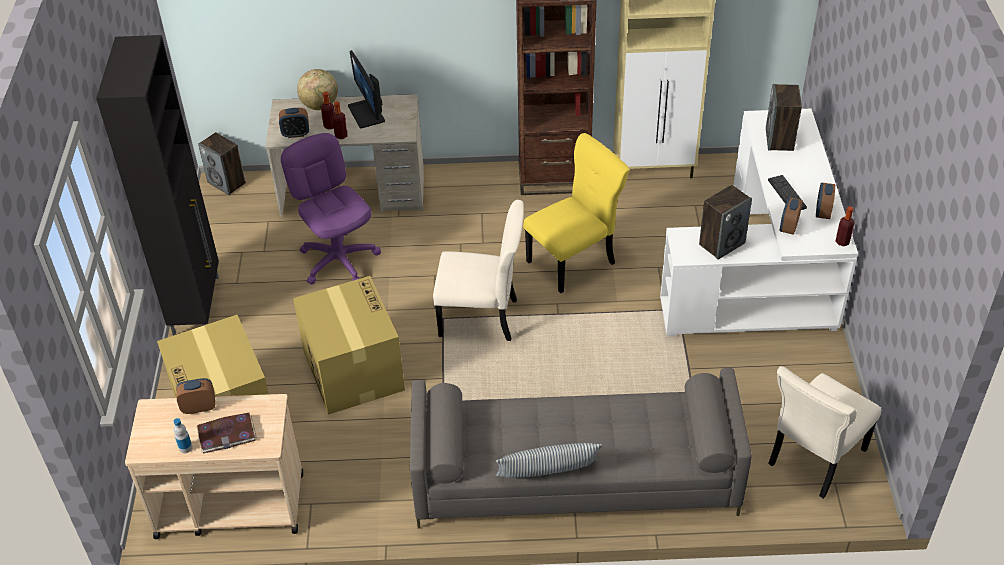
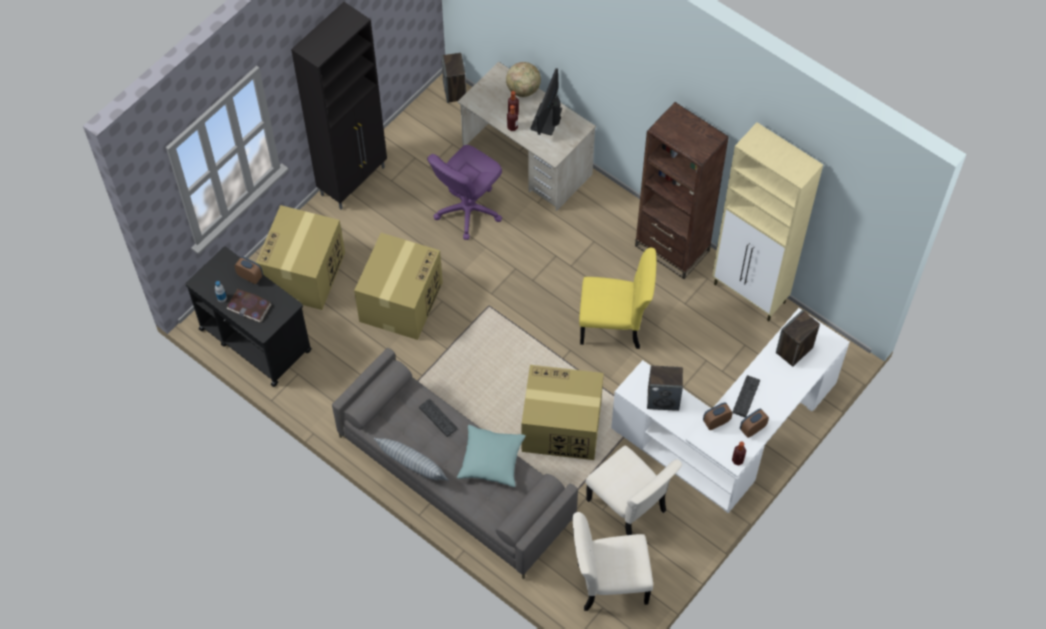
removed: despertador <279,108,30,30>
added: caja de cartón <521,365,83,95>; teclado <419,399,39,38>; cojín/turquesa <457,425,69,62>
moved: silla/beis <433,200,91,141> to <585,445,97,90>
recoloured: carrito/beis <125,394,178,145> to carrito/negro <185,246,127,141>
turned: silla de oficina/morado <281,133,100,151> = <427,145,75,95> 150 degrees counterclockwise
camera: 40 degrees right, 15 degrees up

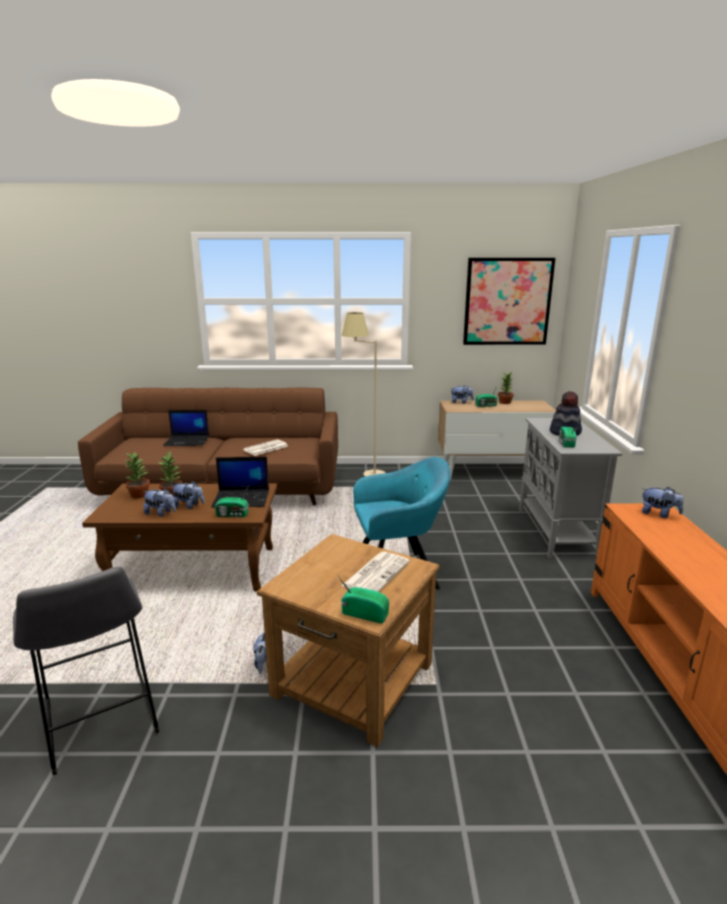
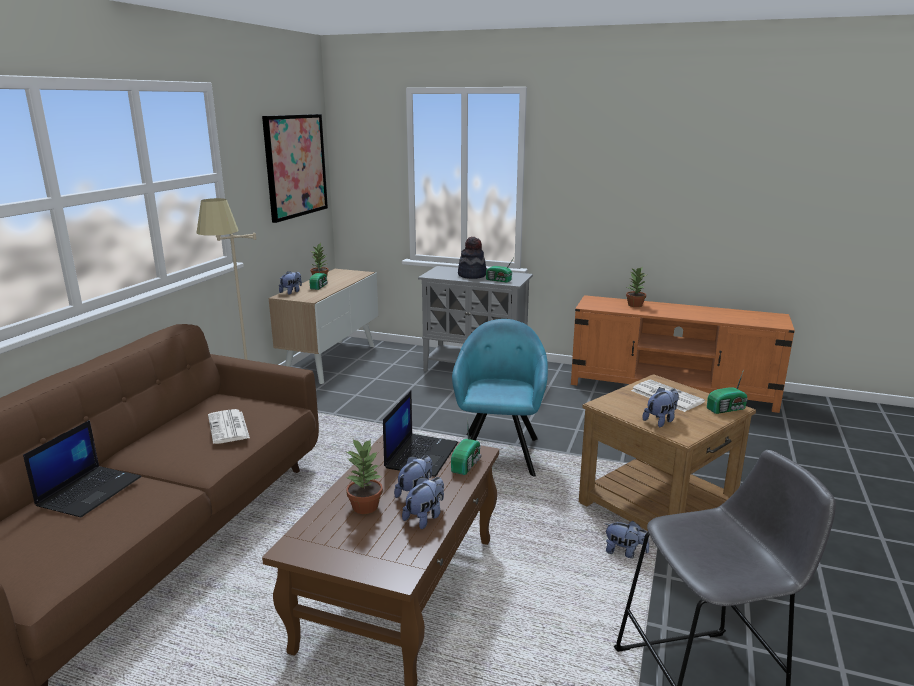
moved: planta en maceta <124,451,26,47> to <626,267,20,40>; peluche <642,487,41,31> to <643,387,36,40>
turned: radio <338,576,51,47> = <707,370,41,44> 150 degrees counterclockwise
camera: 70 degrees left, 0 degrees up

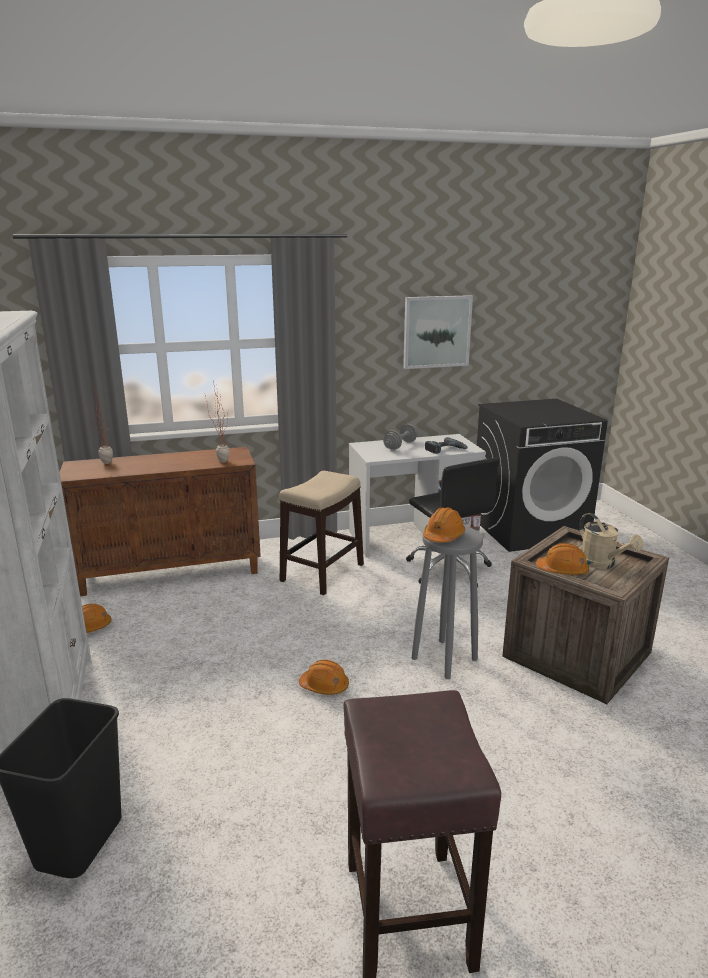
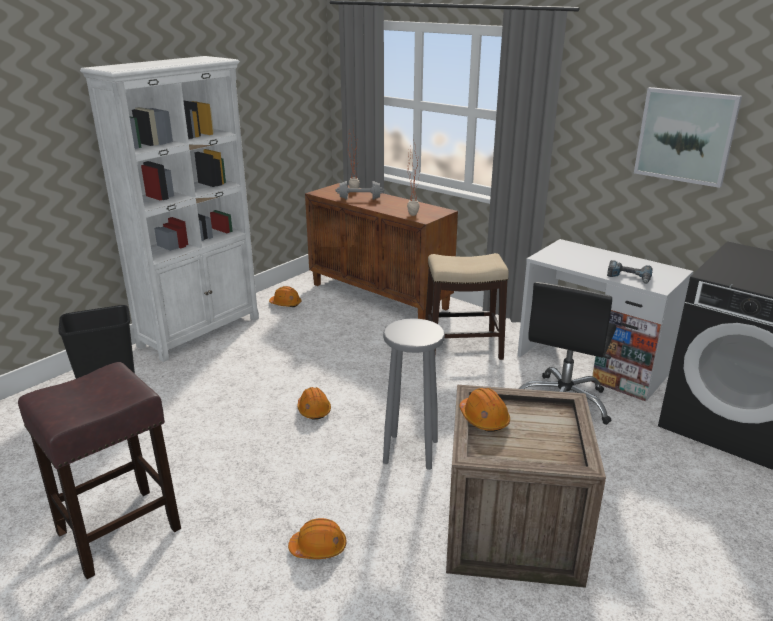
removed: regadera/beis <580,513,63,56>
moved: mancuerna/gris <383,424,35,26> to <335,181,49,19>; casco/naranja <423,507,42,35> to <288,518,58,41>
camera: 55 degrees right, 5 degrees up

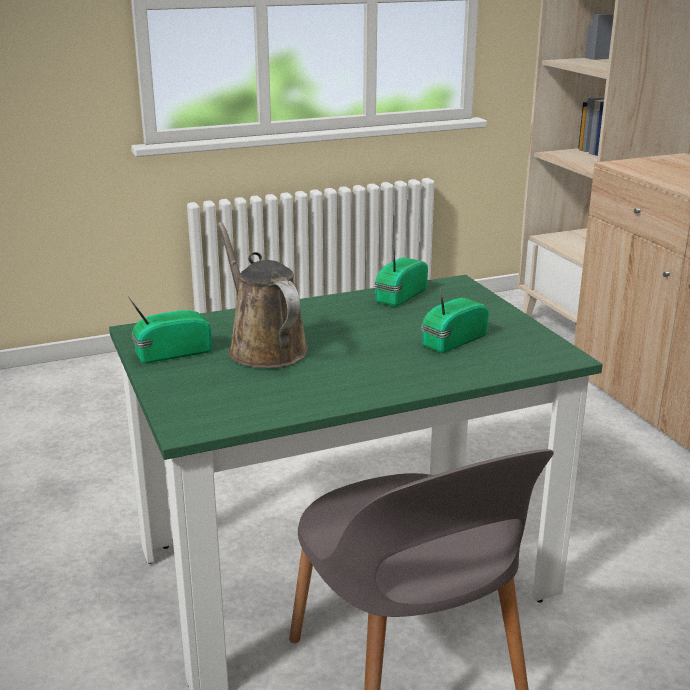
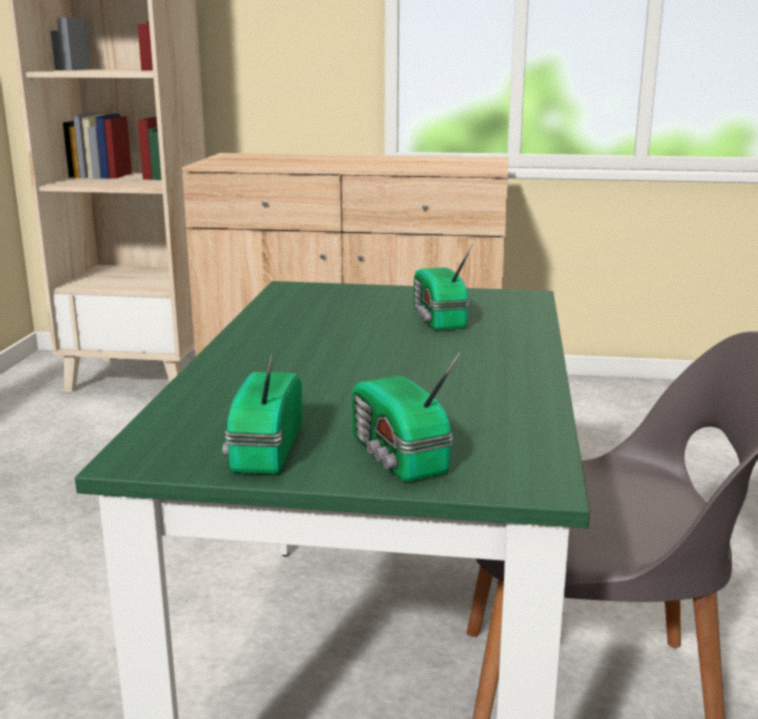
removed: regadera/marrón <218,222,90,146>
moved: radio <374,249,54,58> to <352,352,109,130>
camera: 60 degrees left, 5 degrees down

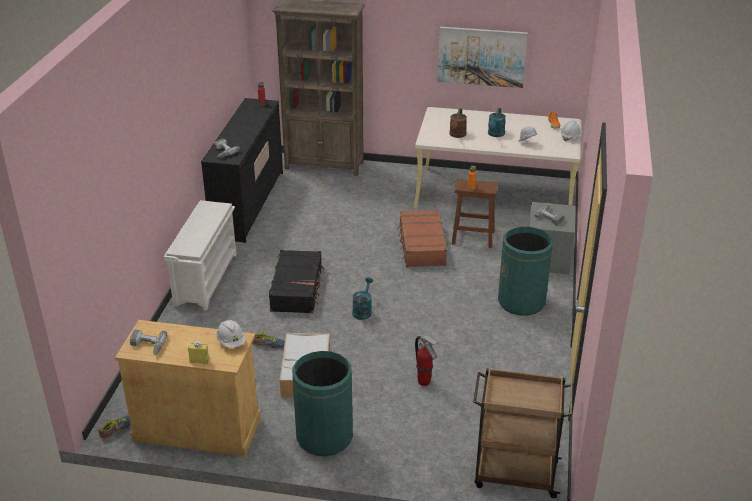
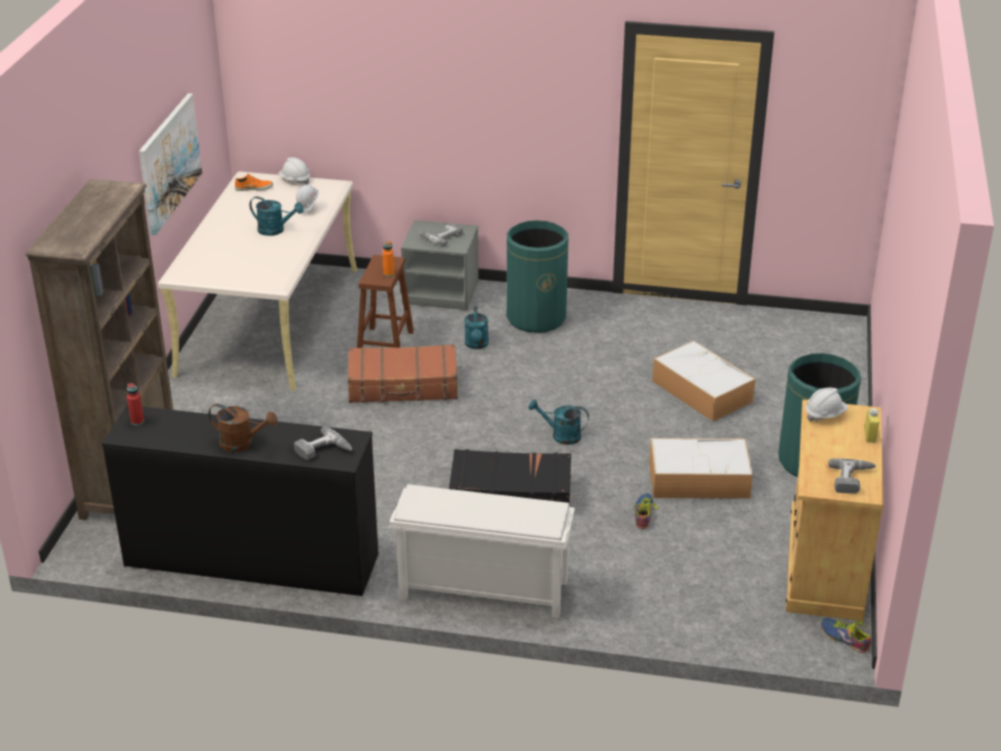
removed: carrito/marrón <473,368,100,130>
added: regadera/turquesa <464,306,25,43>
moved: regadera/marrón <449,109,18,29> to <208,404,70,48>
replaced: extintor <415,336,23,50> to caja de almacenaje <652,341,104,80>
camera: 90 degrees left, 0 degrees up

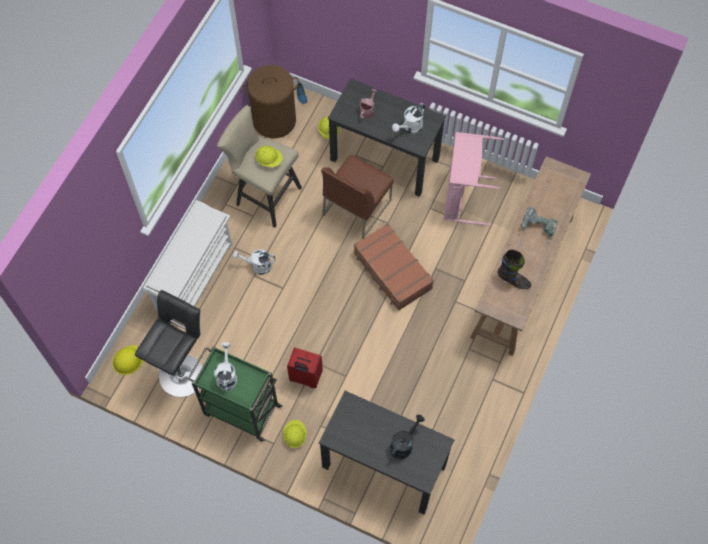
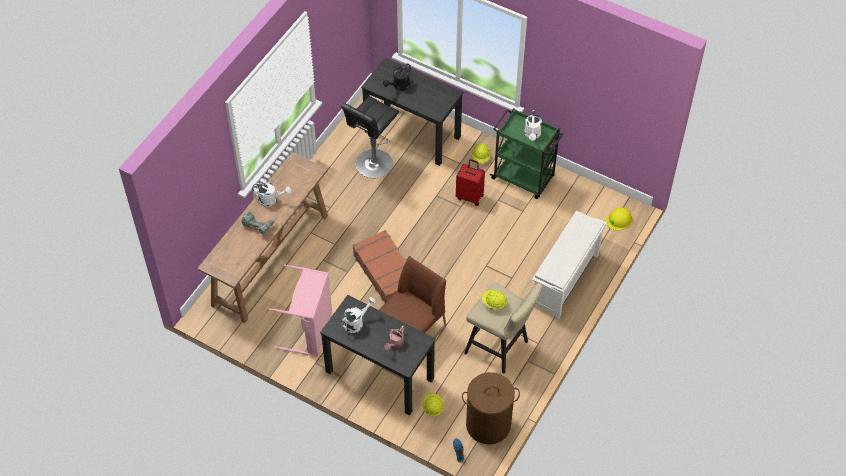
removed: bota/negro <498,249,33,40>
moved: regadera/blanco <233,249,43,26> to <252,182,39,25>; taburete/negro <135,290,68,107> to <341,96,58,82>
camera: 175 degrees left, 10 degrees down

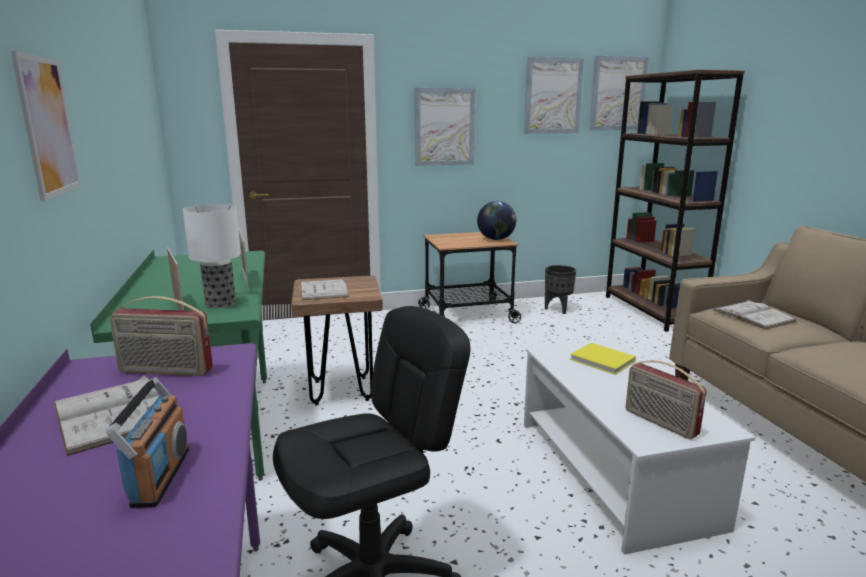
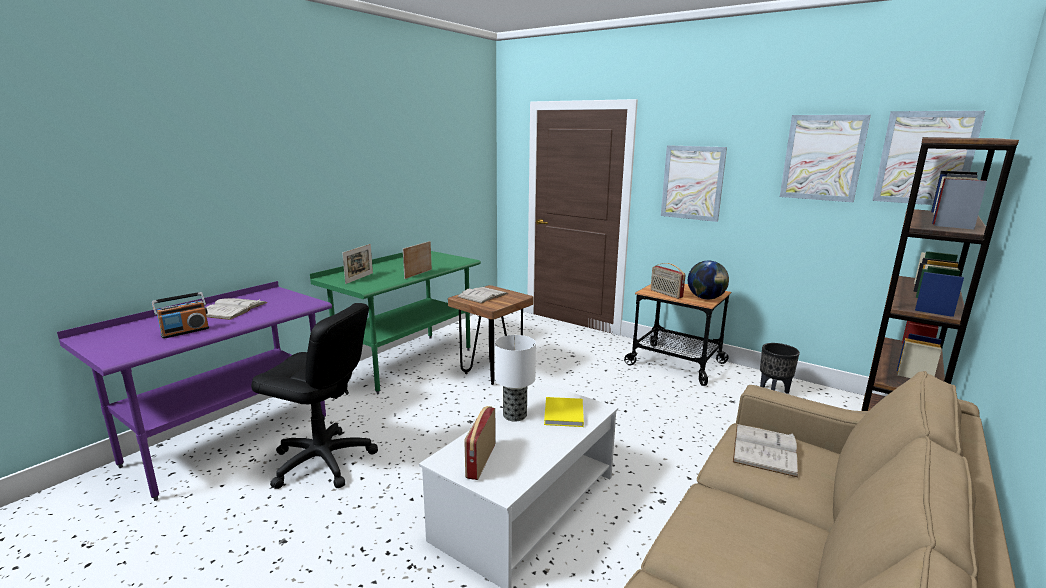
removed: cuadro <11,51,70,150>
moved: lámpara de mesa <183,204,58,104> to <495,335,41,87>; radio <109,296,104,80> to <651,263,34,36>
camera: 50 degrees right, 0 degrees up

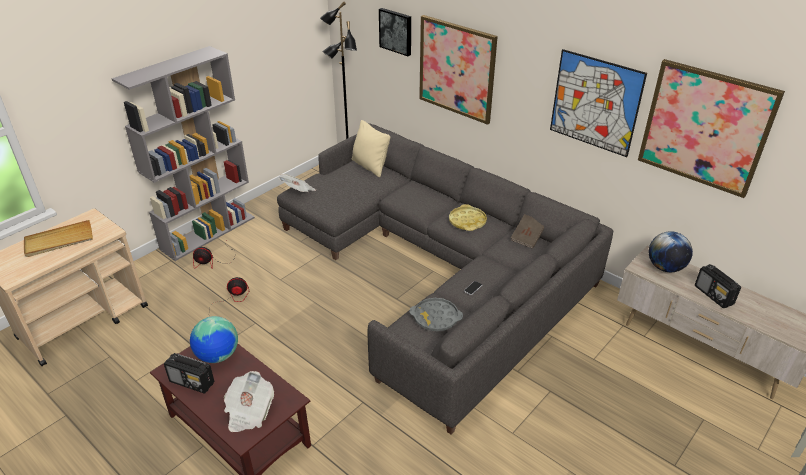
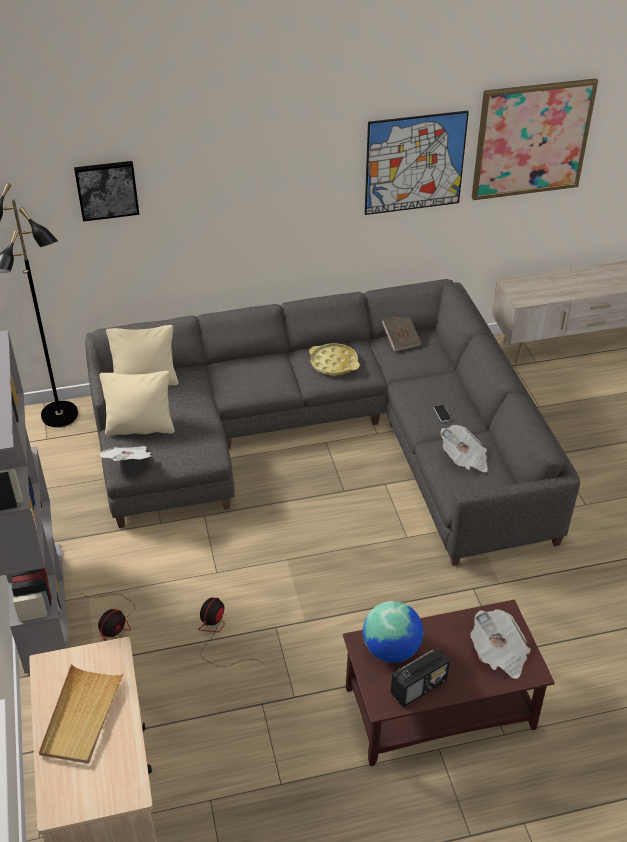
removed: cuadro <419,15,79,110>; globo terráqueo <649,231,44,41>; radio <695,264,46,44>
added: cojín/beis <99,371,76,64>
replaced: bandeja/gris <409,298,54,33> to periódico <440,425,47,47>
camera: 55 degrees left, 5 degrees up

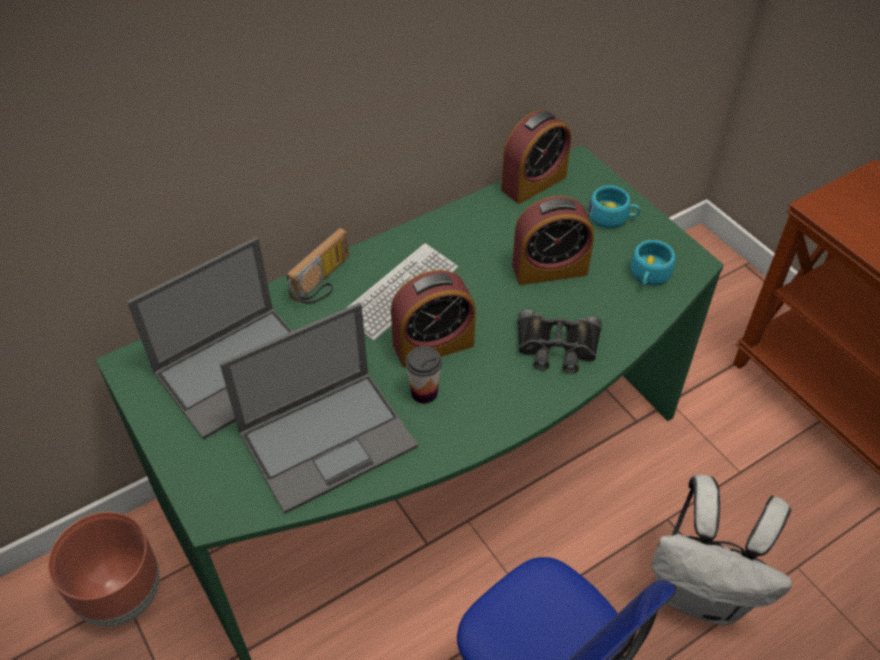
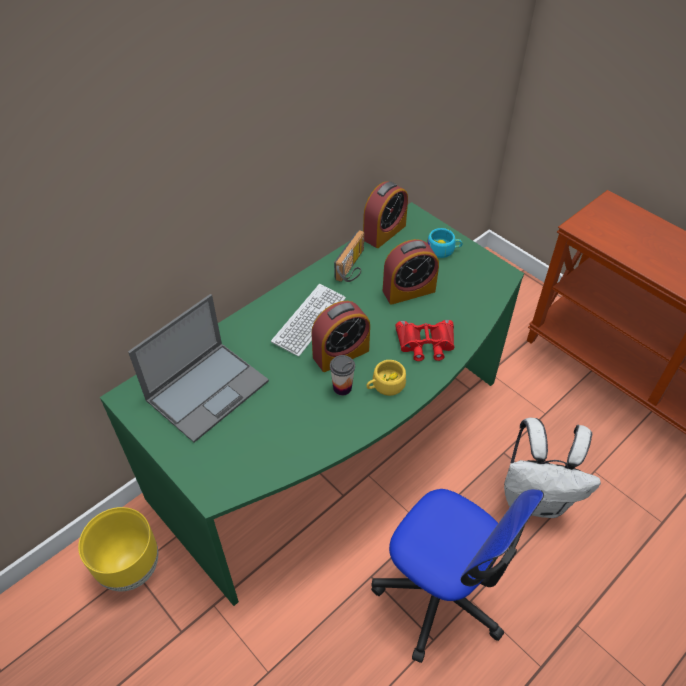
removed: taza/turquesa <630,240,45,47>; portátil <219,302,199,212>
added: taza/amarillo <367,360,39,36>
moved: radio <286,228,63,76> to <334,230,30,52>
recoloured: prismáticos/negro <517,310,85,63> to prismáticos/rojo <395,320,59,41>; maceta/marrón <48,512,111,115> to maceta/amarillo <78,507,80,84>
camera: 10 degrees left, 0 degrees up

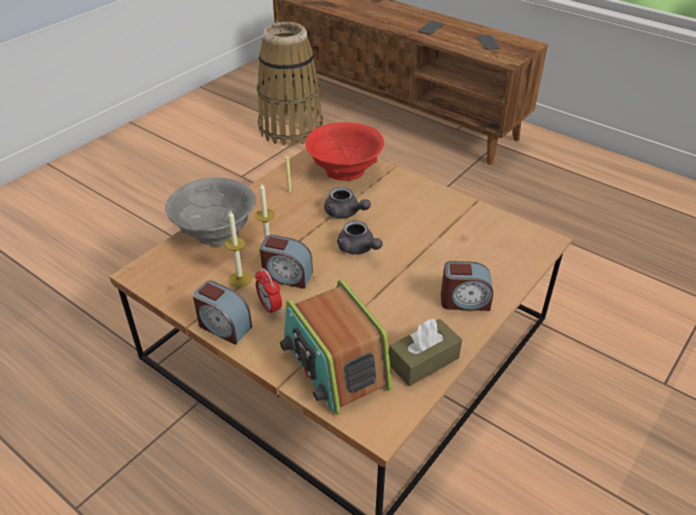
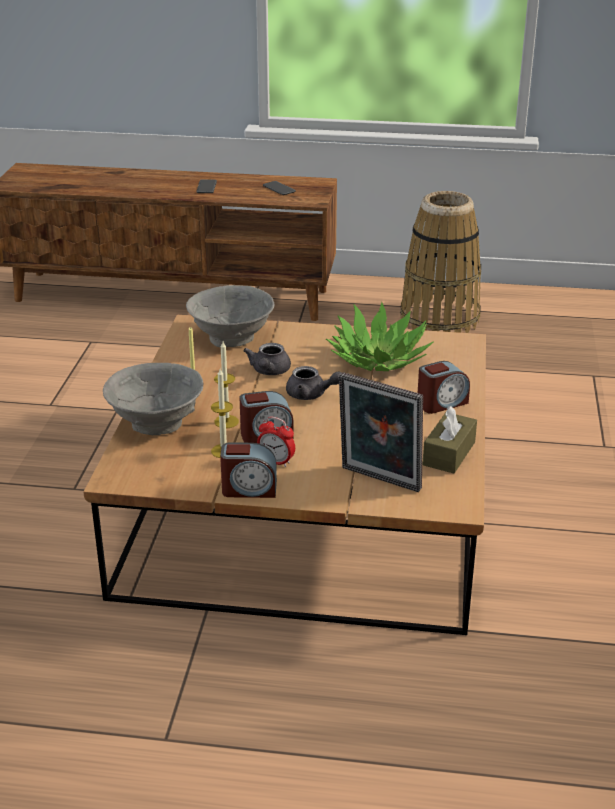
added: planta en maceta <326,302,107,69>
moved: cesta <257,22,66,124> to <400,191,81,142>
replaced: radio <280,280,112,135> to portarretratos <339,372,84,120>
recoloured: cuenco/rojo <305,122,79,59> to cuenco/gris <186,285,88,63>
turned: tetera/gris <324,187,47,32> = <243,343,48,32> 90 degrees clockwise
camera: 30 degrees left, 10 degrees down

